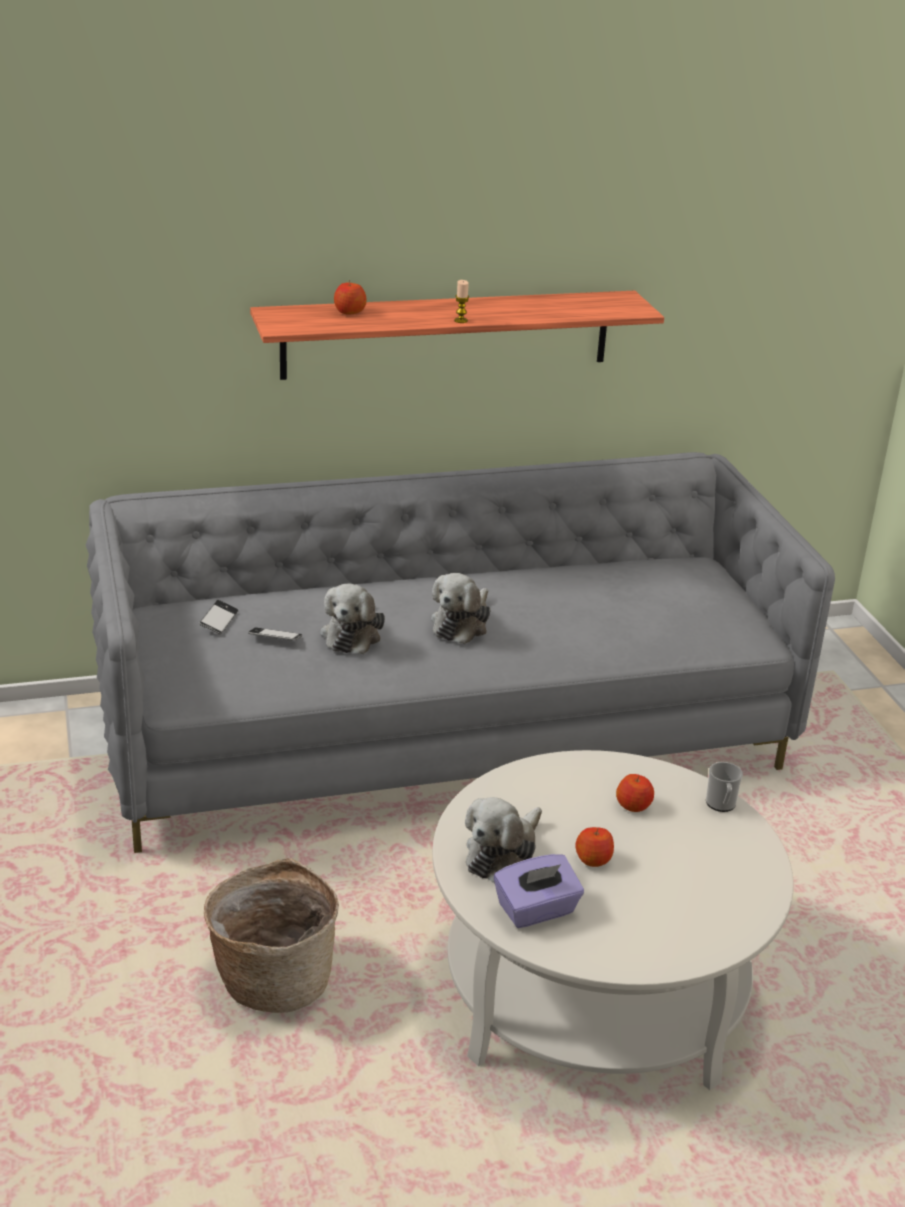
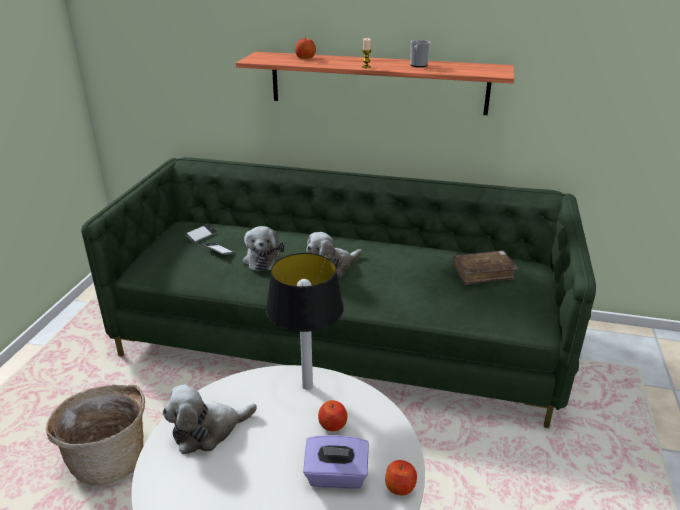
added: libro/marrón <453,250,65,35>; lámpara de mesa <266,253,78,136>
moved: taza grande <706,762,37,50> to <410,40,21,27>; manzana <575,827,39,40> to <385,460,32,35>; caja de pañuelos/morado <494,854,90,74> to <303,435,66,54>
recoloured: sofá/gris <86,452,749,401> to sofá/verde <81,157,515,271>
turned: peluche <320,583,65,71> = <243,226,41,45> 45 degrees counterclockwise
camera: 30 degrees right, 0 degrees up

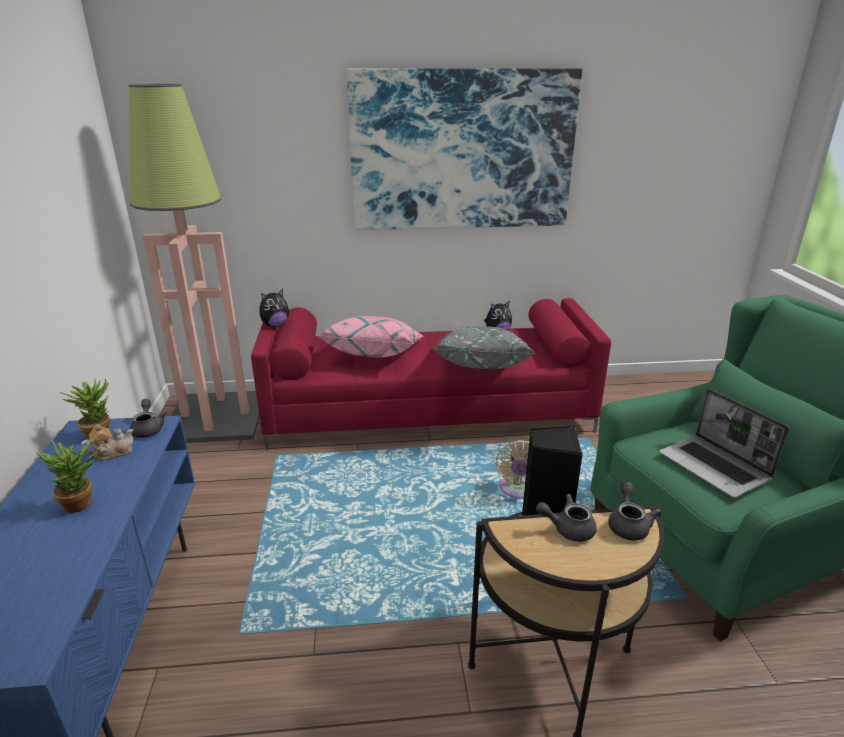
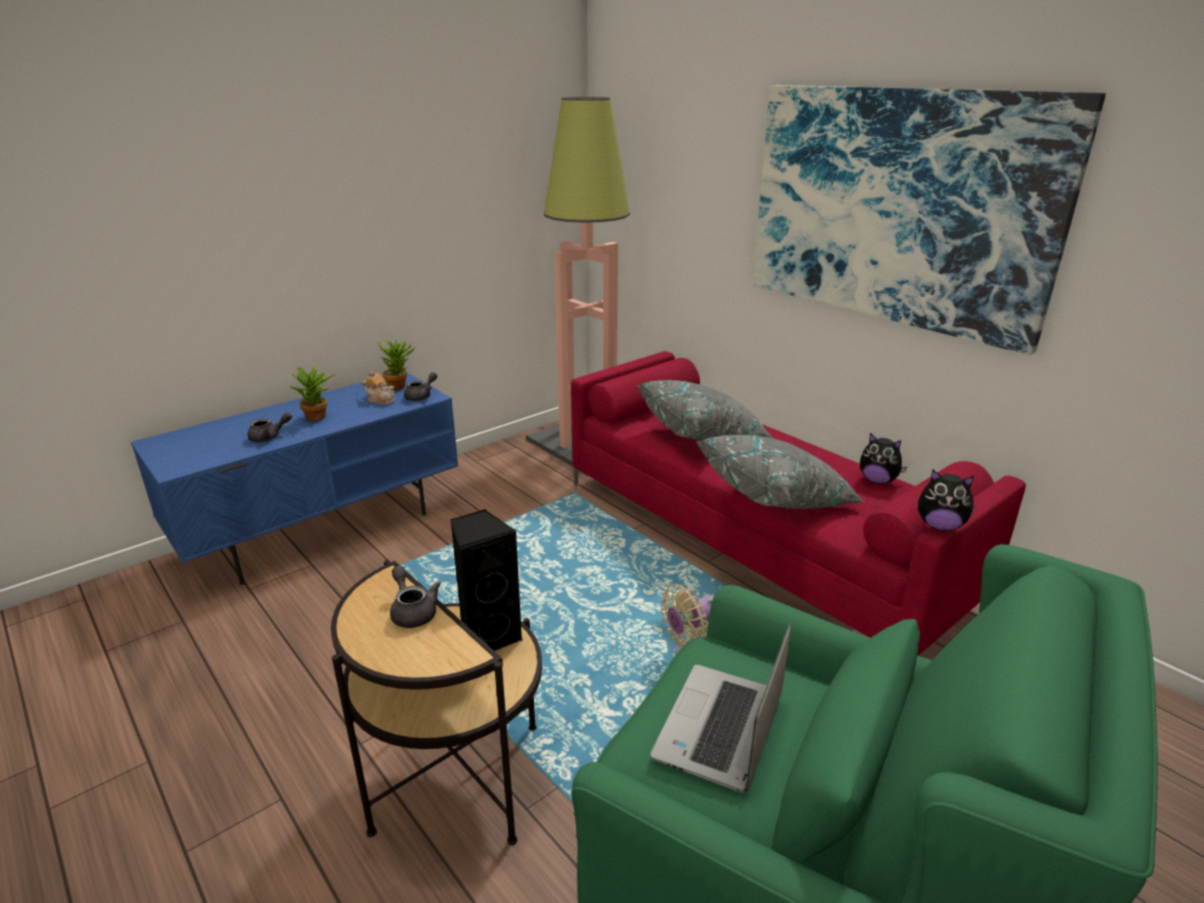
moved: peluche <259,289,30,38> to <918,470,58,61>; tetera/gris <608,482,53,59> to <248,412,44,30>
recoloured: cojín/rosa <318,316,106,42> to cojín/gris <637,380,137,61>
camera: 55 degrees right, 0 degrees up

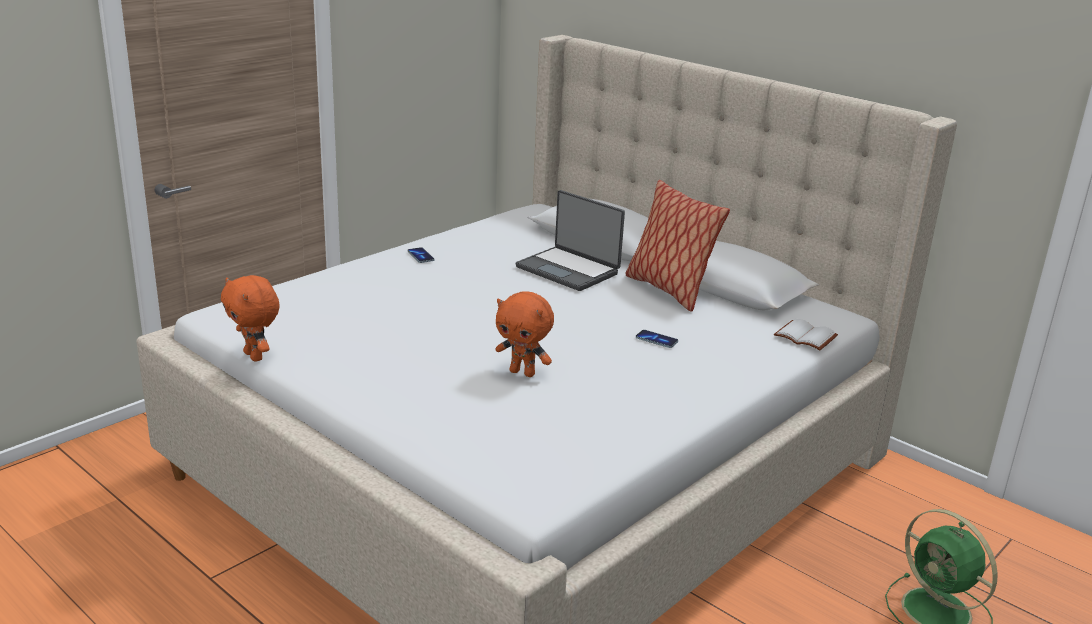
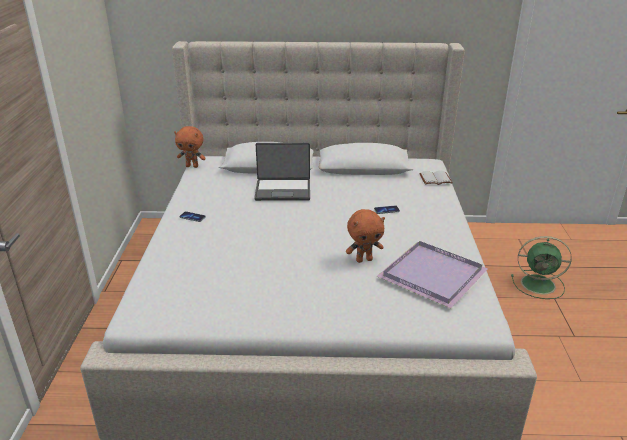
removed: cojín <626,180,104,132>
added: bandeja/morado <377,241,111,67>
moved: peluche/naranja <221,275,59,87> to <174,126,32,42>
camera: 40 degrees left, 5 degrees up

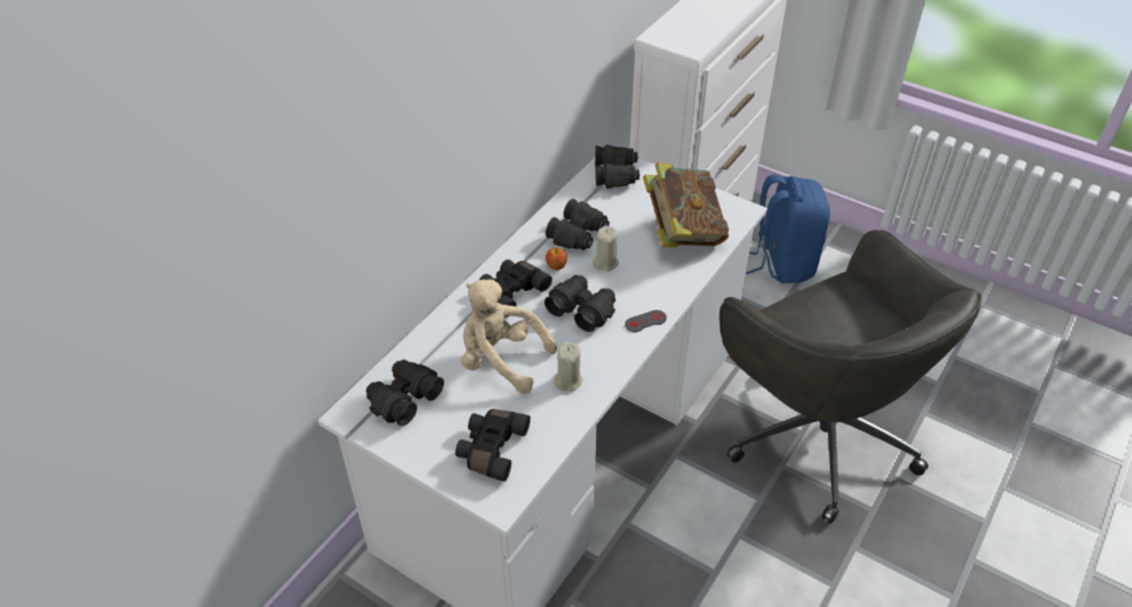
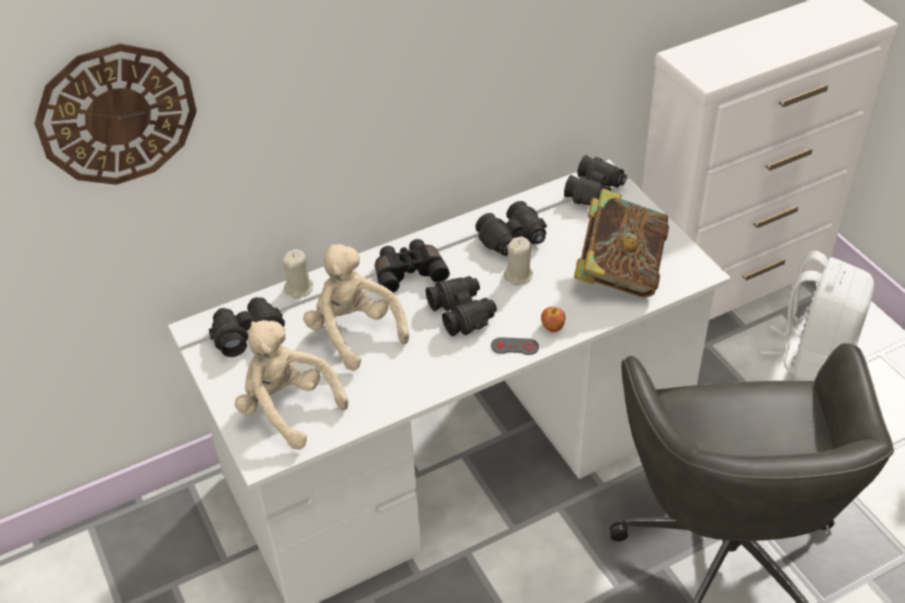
added: reloj de pared <34,43,163,142>
moved: manzana <545,248,22,22> to <541,307,24,25>; vela/beis <554,342,29,50> to <282,249,31,50>
replaced: prismáticos/negro <455,409,75,73> to peluche/beis <235,320,113,130>
recoloured: mochila/azul <746,175,84,109> to mochila/blanco <761,250,113,131>
camera: 30 degrees right, 0 degrees up

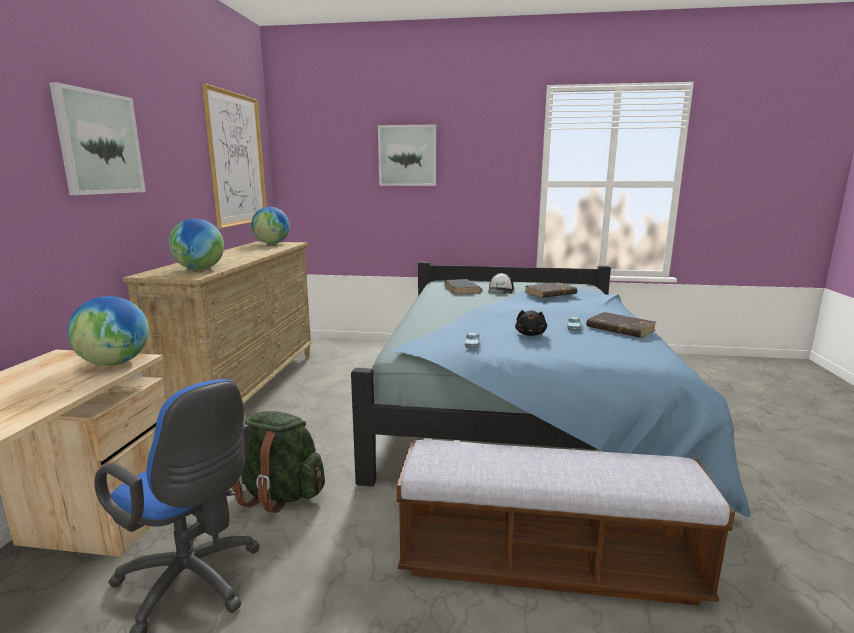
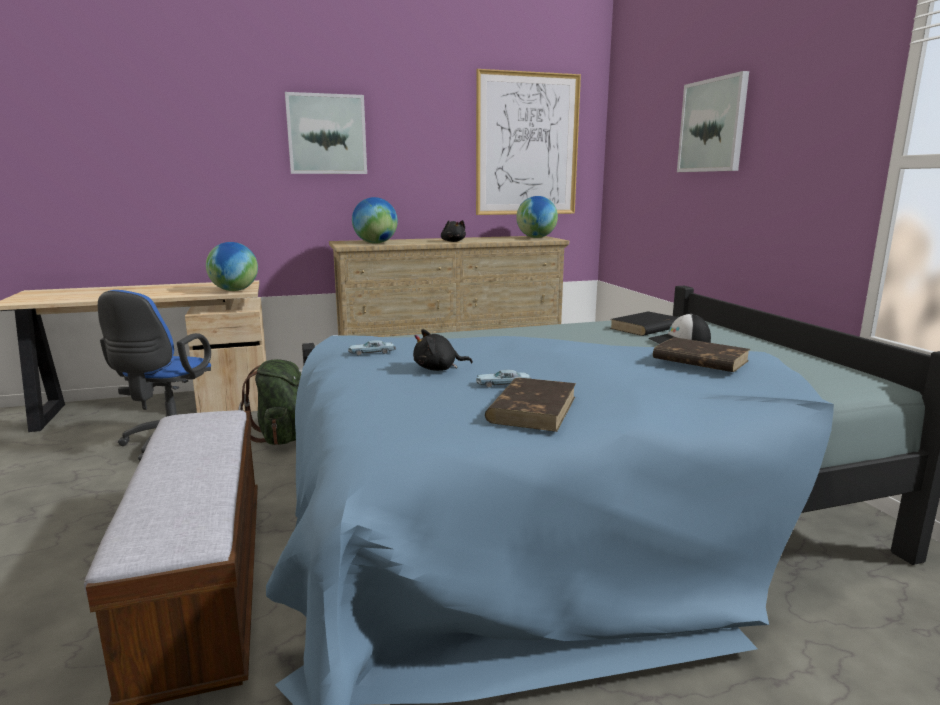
added: peluche/negro <441,220,25,22>
camera: 65 degrees right, 0 degrees up

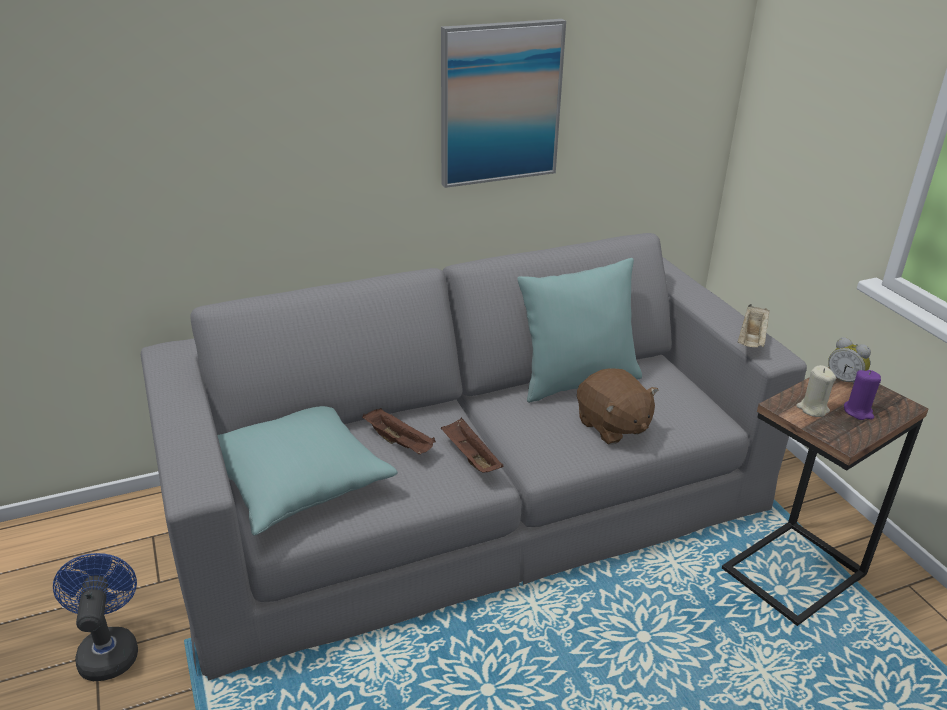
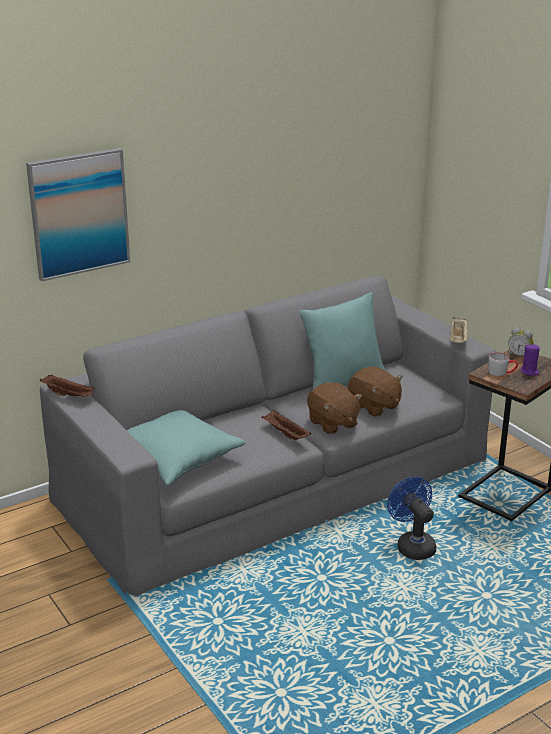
added: peluche/marrón <307,382,55,52>
moved: cuadro <441,19,125,169> to <26,148,104,133>; bandeja/marrón <362,408,74,46> to <40,374,55,23>; ventilador/azul <53,553,85,128> to <387,477,49,83>
replaced: vela/beis <796,365,40,52> to taza grande/gris <489,352,29,24>
camera: 10 degrees left, 5 degrees down

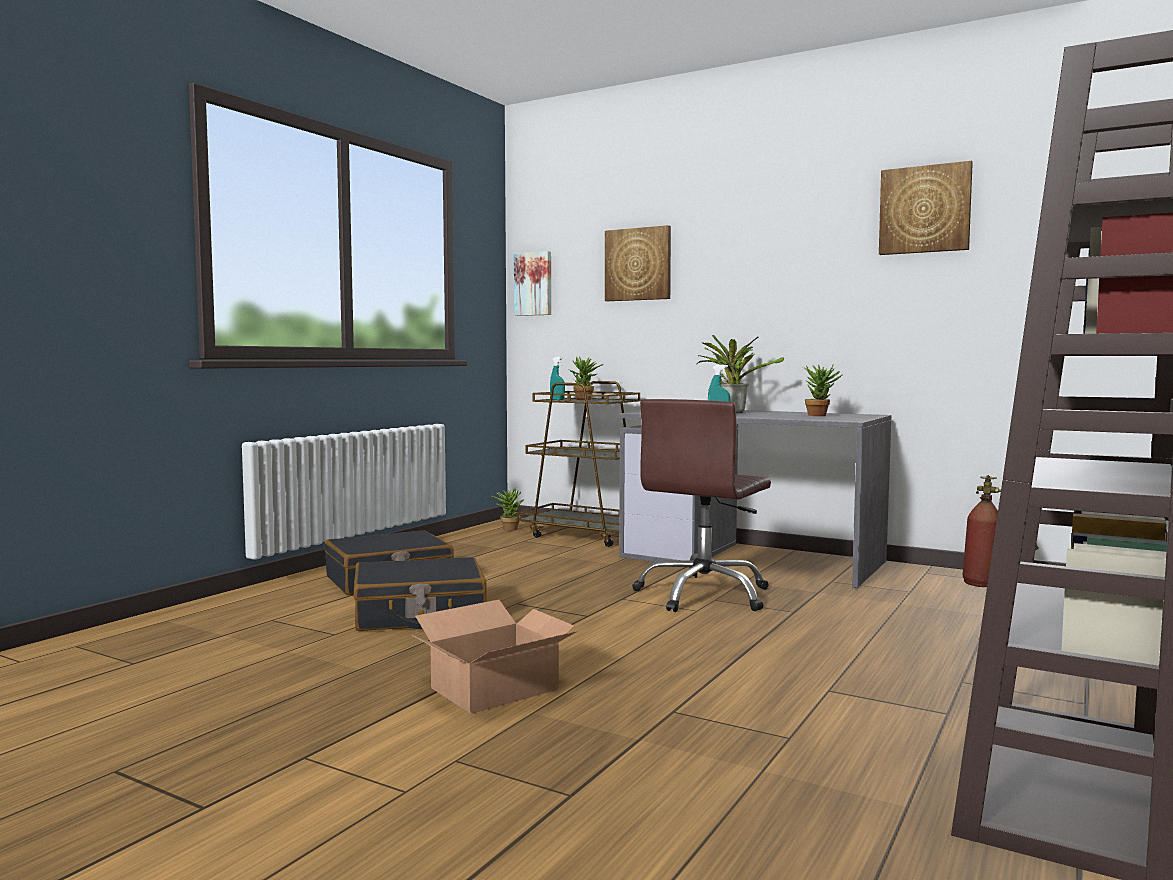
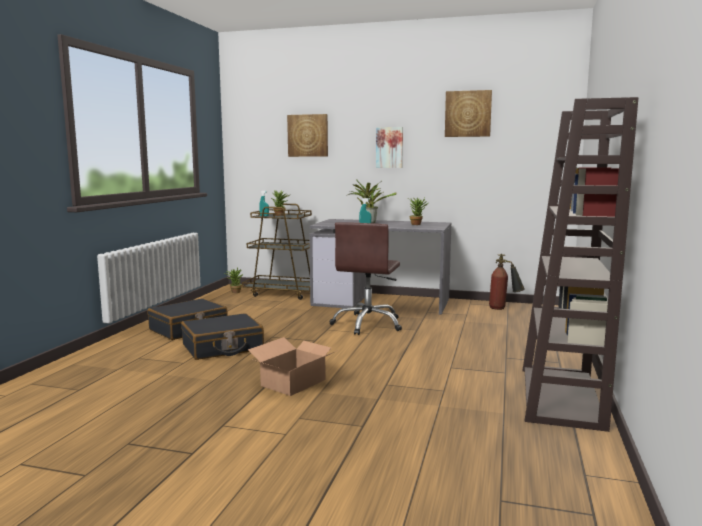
moved: cuadro <514,251,37,65> to <376,127,27,41>
camera: 15 degrees left, 5 degrees up

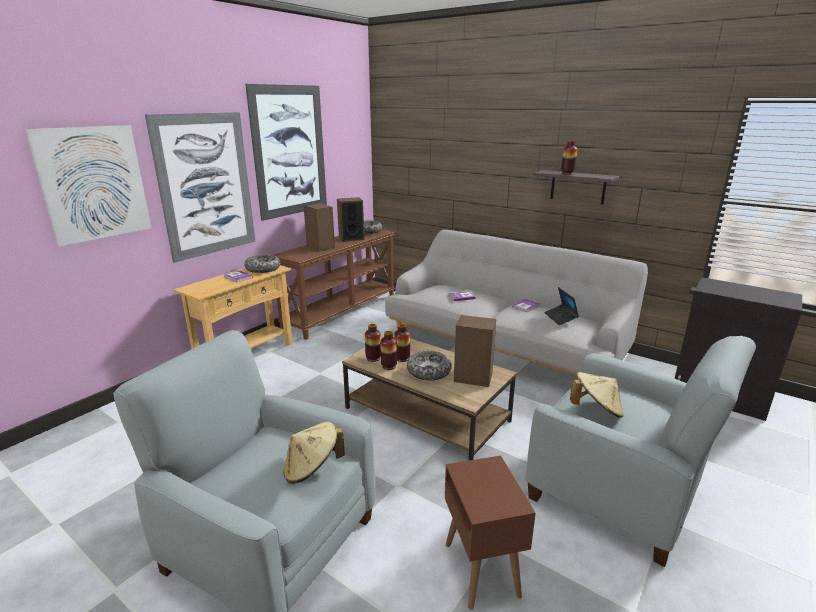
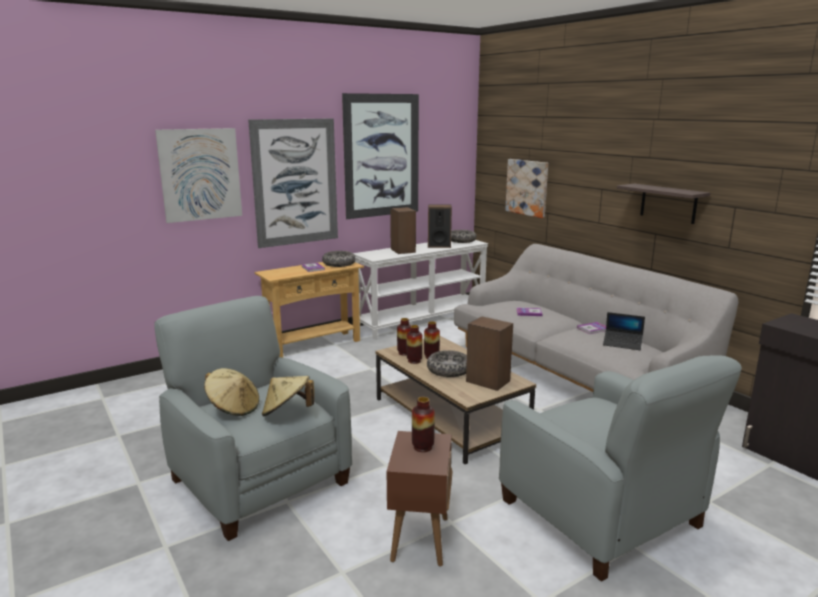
added: cuadro <505,159,43,59>
moved: florero <561,141,16,34> to <412,397,23,55>; sombrero/beis <570,372,54,46> to <204,368,55,48>
recoloured: mesa consola/marrón <274,230,121,110> to mesa consola/blanco <353,240,135,100>
turned: portátil <544,287,35,38> = <603,312,42,38> 75 degrees counterclockwise
camera: 20 degrees right, 5 degrees down

